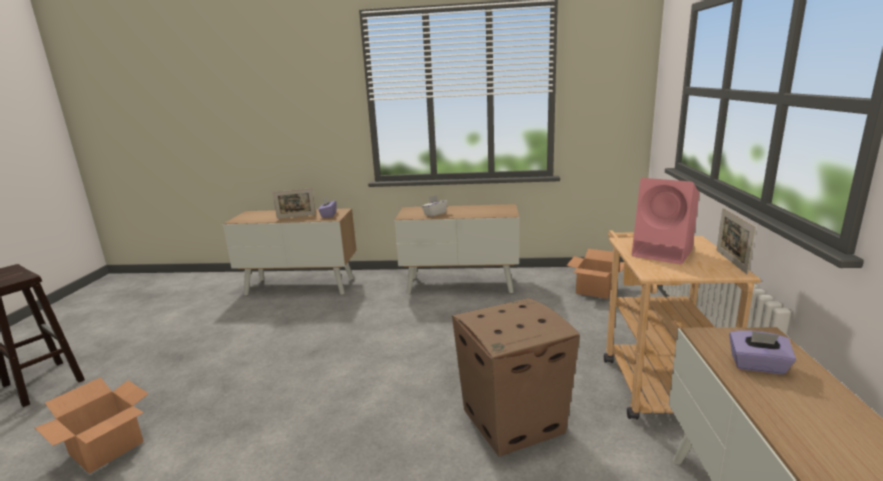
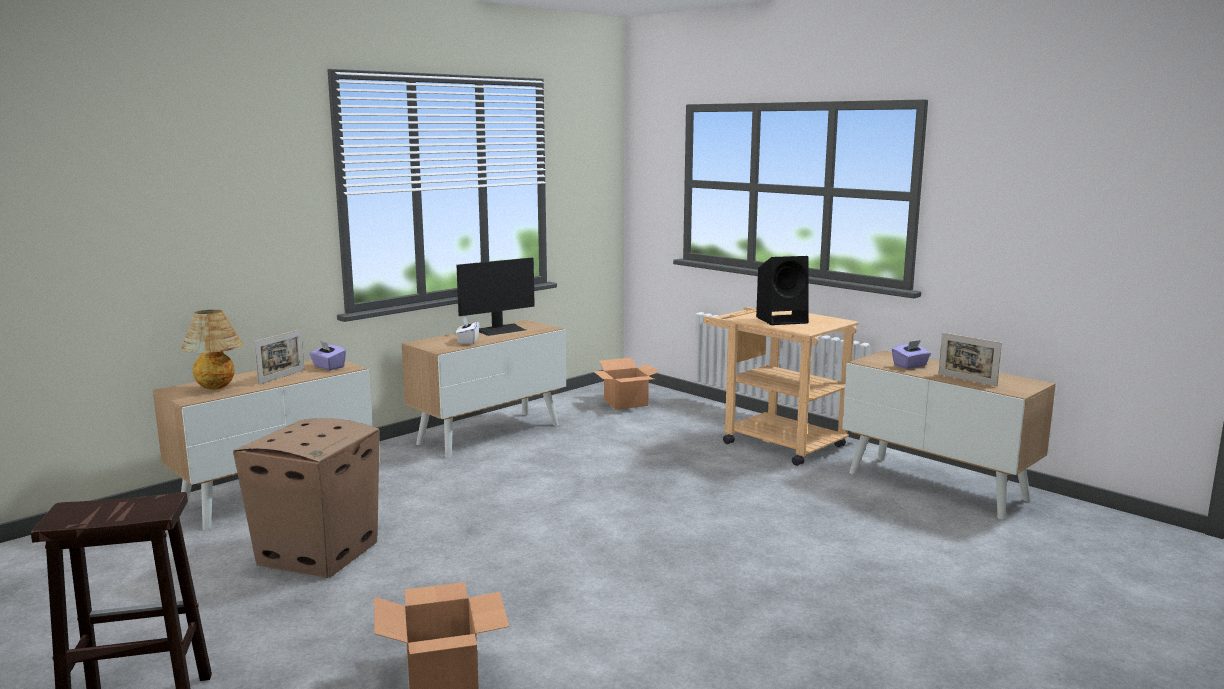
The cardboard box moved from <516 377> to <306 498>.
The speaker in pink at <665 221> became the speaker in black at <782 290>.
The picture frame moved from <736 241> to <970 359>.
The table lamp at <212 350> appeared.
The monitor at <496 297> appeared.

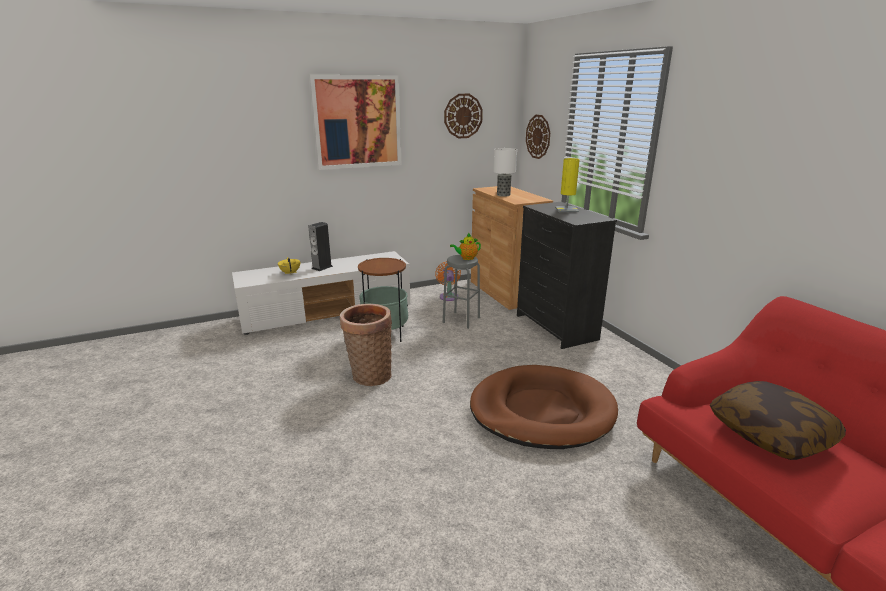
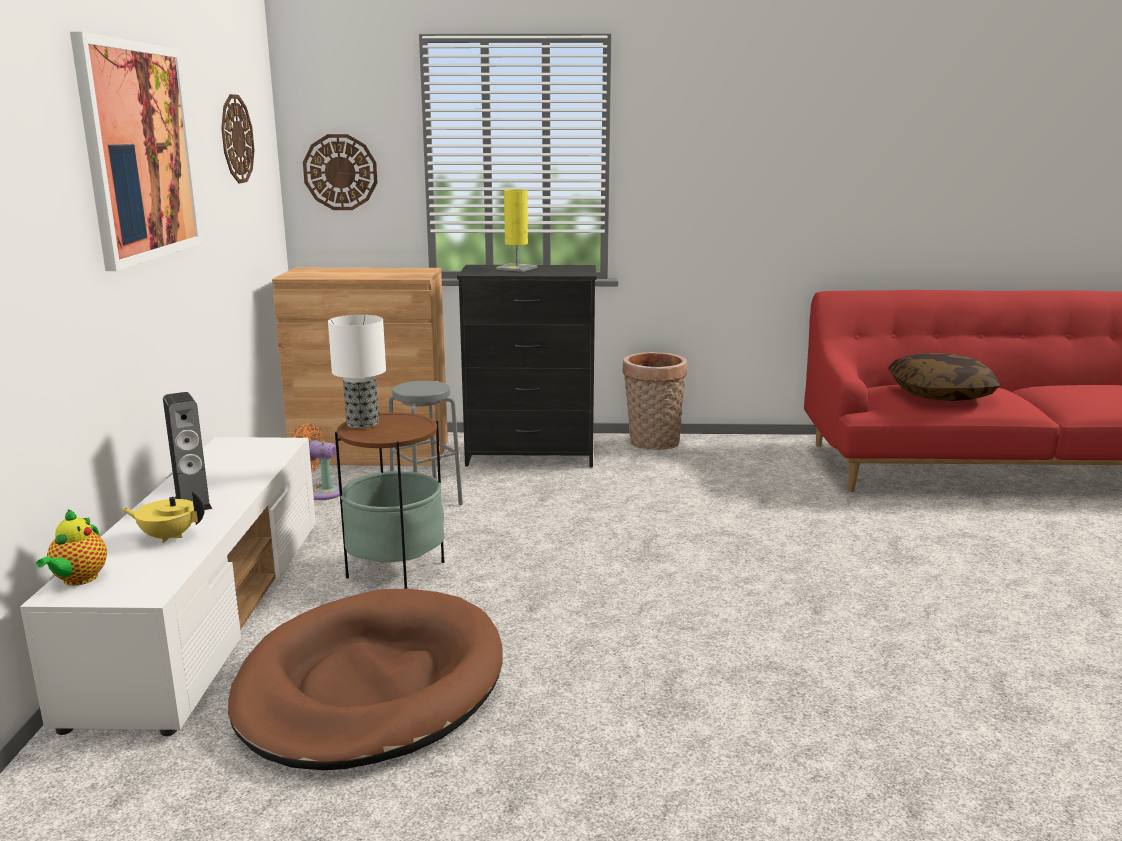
The basket moved from <366 345> to <654 401>.
The teapot moved from <465 246> to <71 547>.
The dog bed in brown moved from <544 407> to <365 679>.
The table lamp moved from <505 172> to <357 371>.

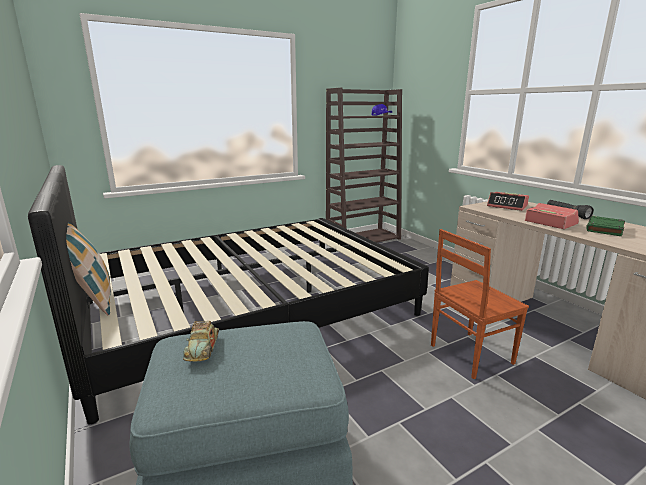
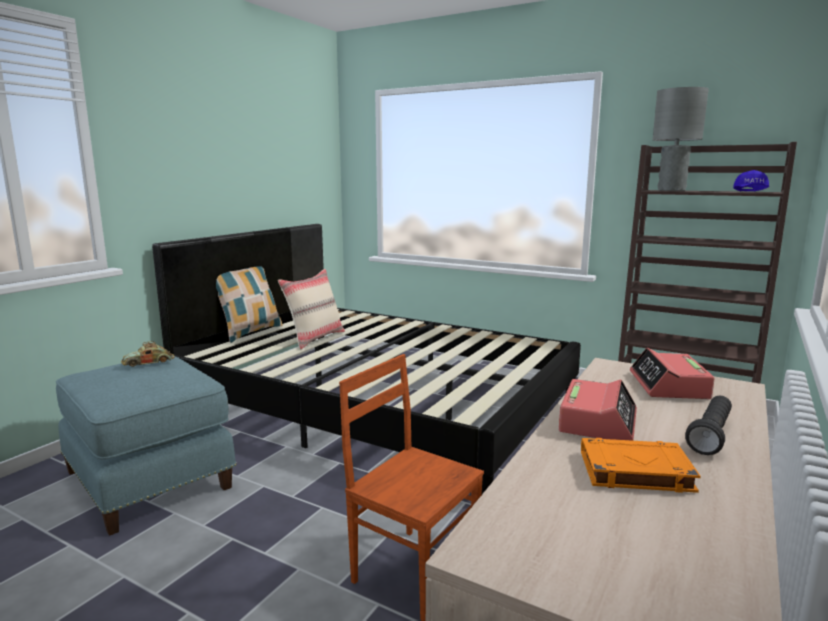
The book in green at <605 226> became the book in orange at <641 465>.
The pillow in beige at <311 309> appeared.
The table lamp in grey at <681 139> appeared.

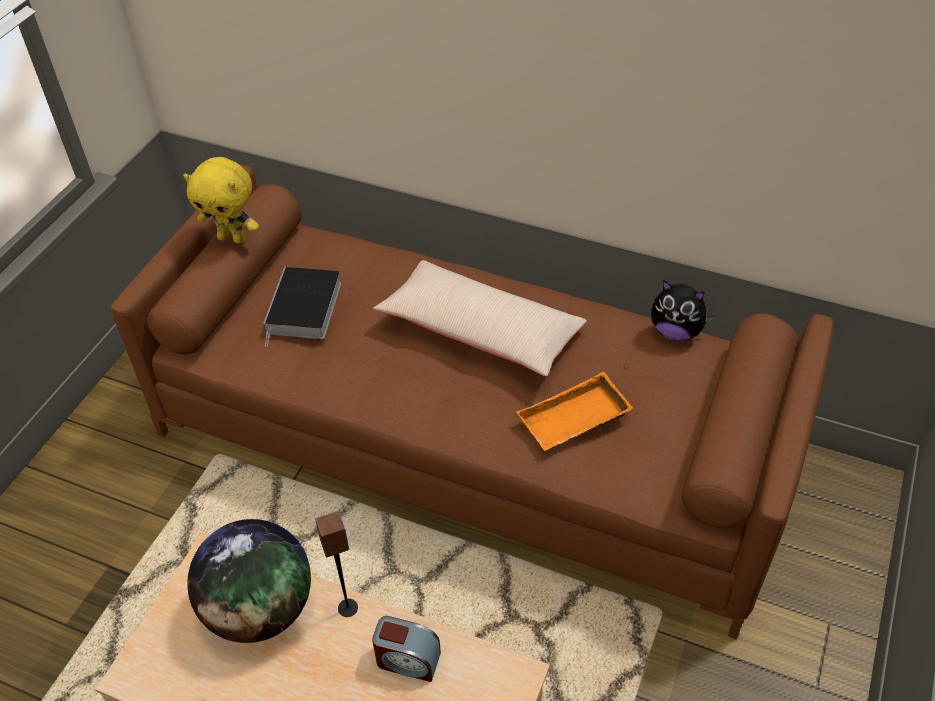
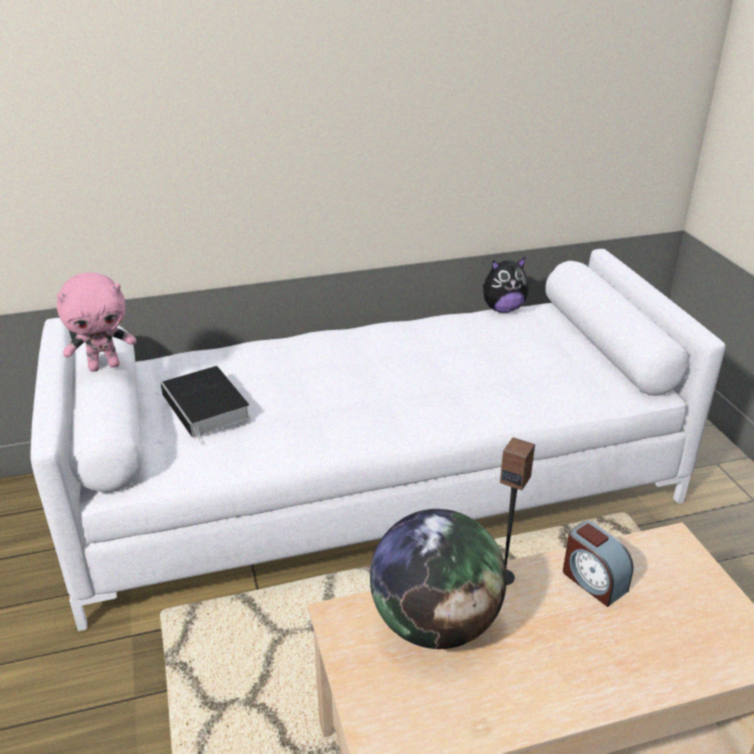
The sofa in brown at <471 401> became the sofa in white at <377 440>.
The plush toy in yellow at <221 200> became the plush toy in pink at <96 322>.
The alarm clock at <406 649> turned 75 degrees clockwise.
The pillow in beige at <480 318> disappeared.
The tray in orange at <574 411> disappeared.

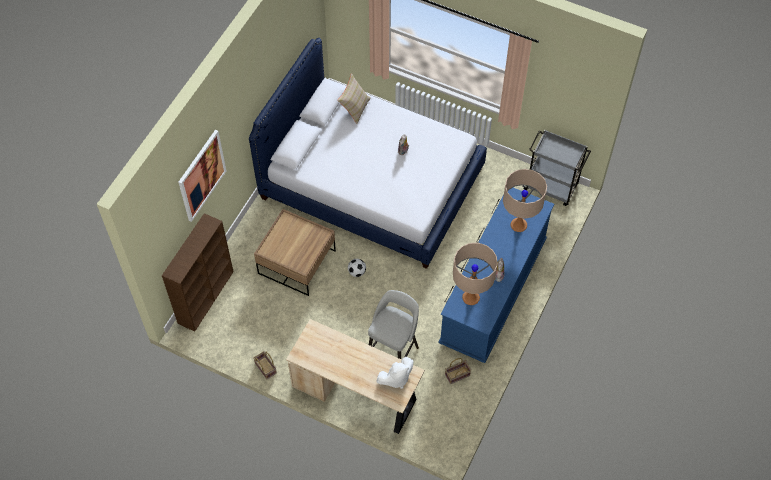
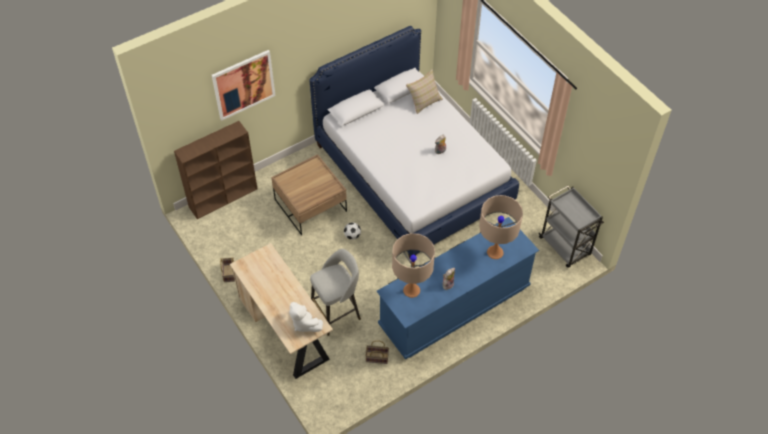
The plush toy in white at <394 373> turned 45 degrees clockwise.

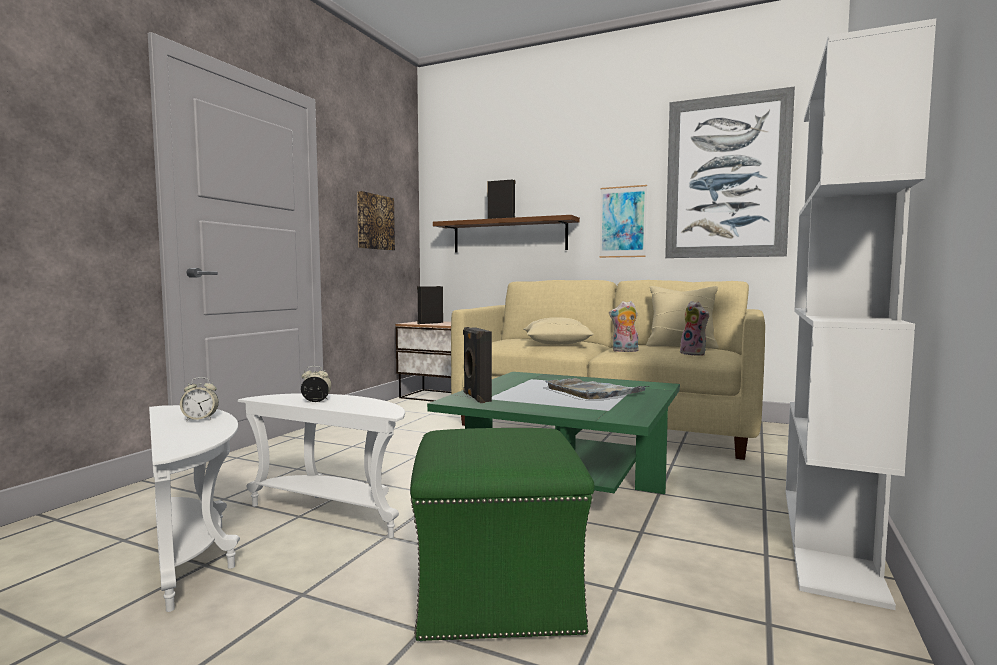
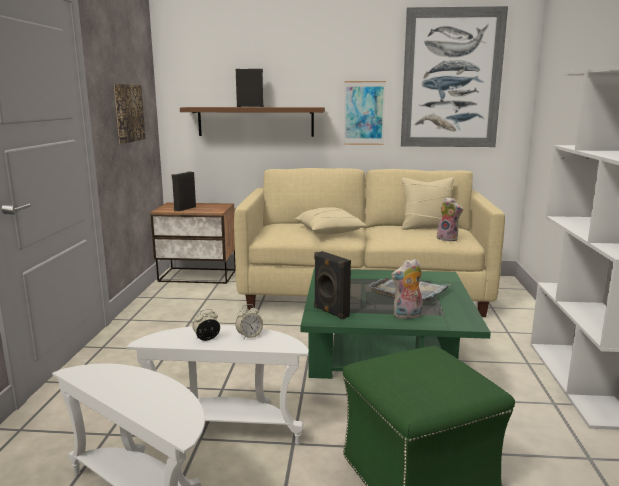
The alarm clock moved from <199 399> to <249 321>.
The plush toy moved from <624 326> to <407 289>.

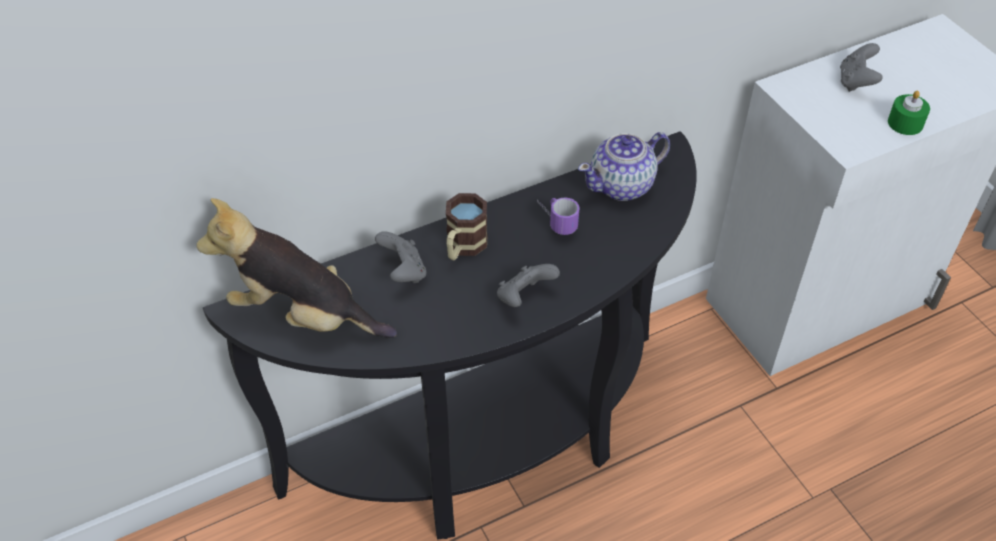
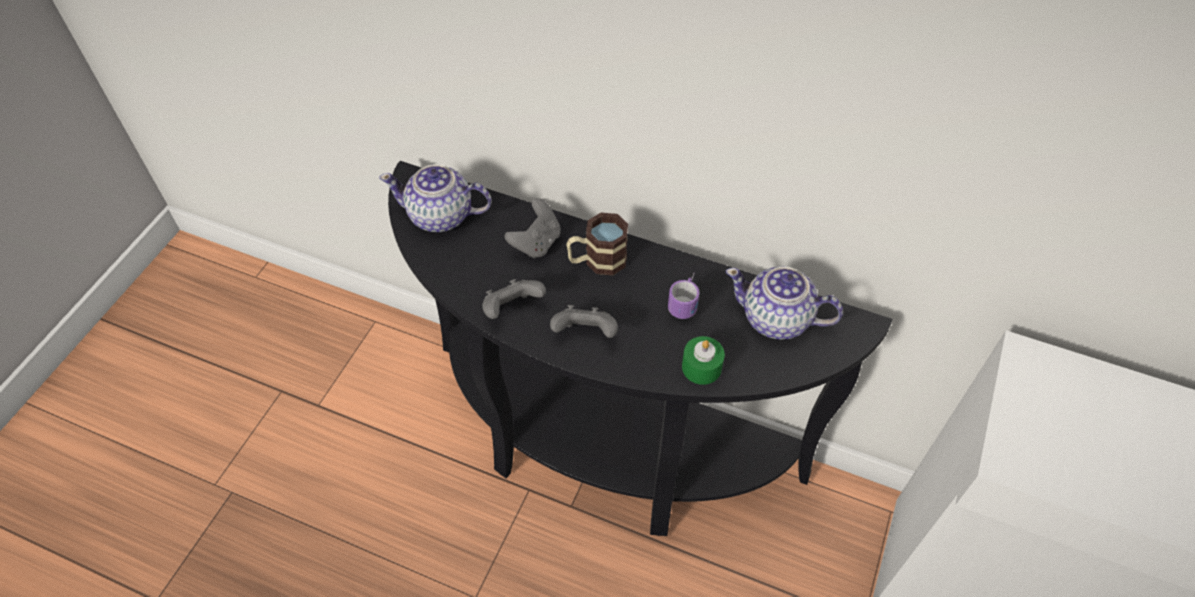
The plush toy at <296 268> was replaced by the teapot at <435 198>.
The game controller in grey moved from <861 67> to <514 299>.
The candle in green moved from <909 113> to <703 360>.

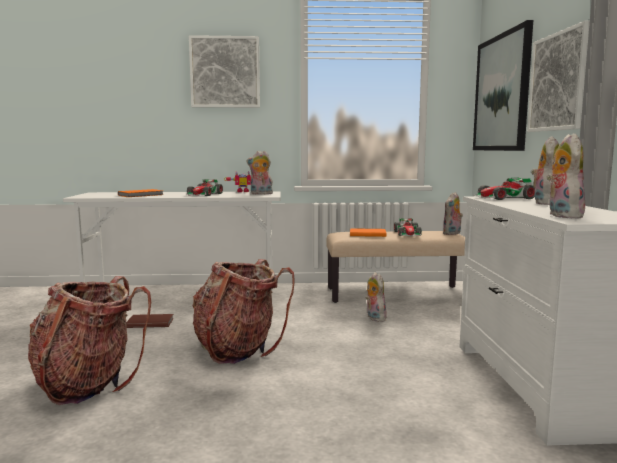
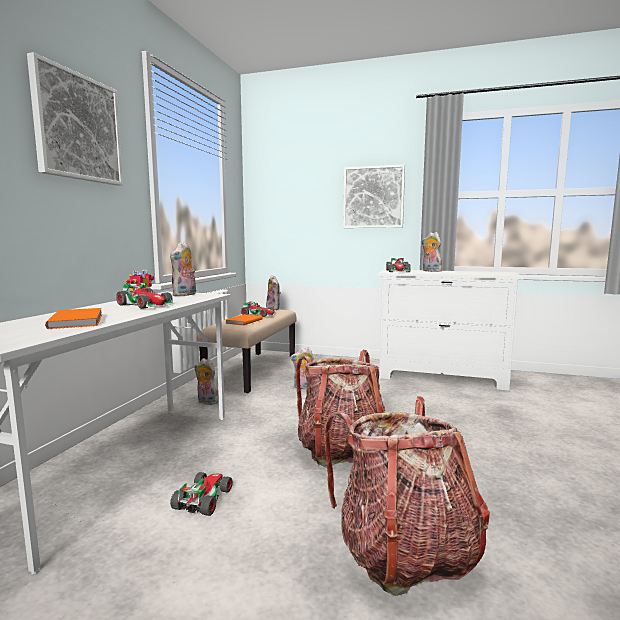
The book in brown at <150 321> was replaced by the toy car at <202 494>.
The picture at <503 85> disappeared.
The plush toy moved from <565 176> to <206 381>.

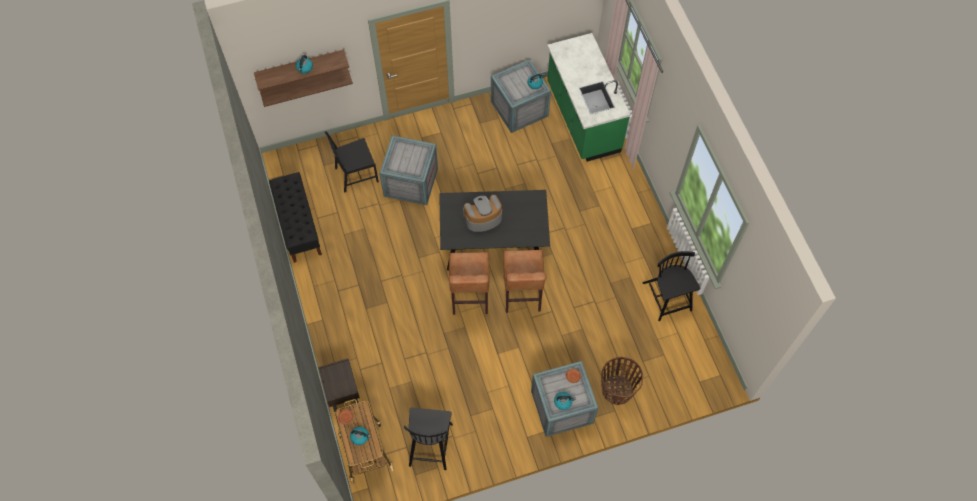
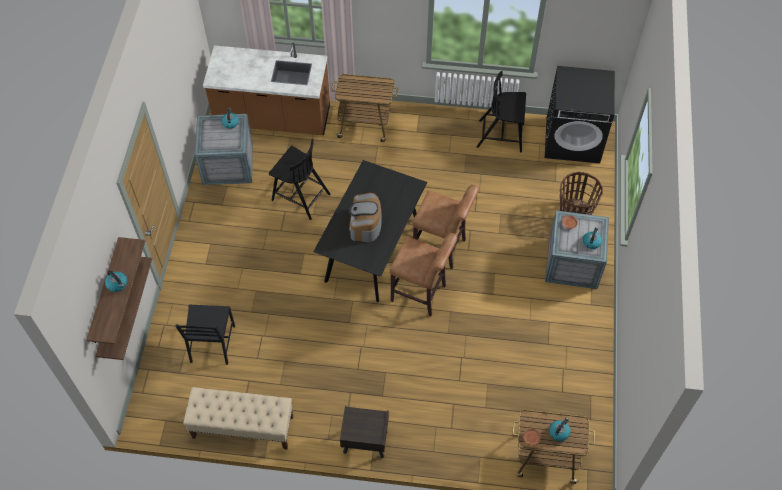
The bench in black at <295 217> became the bench in beige at <238 418>.
The nightstand in brown moved from <339 385> to <364 432>.
The crate at <408 170> disappeared.
The chair in black moved from <428 438> to <300 179>.
The counter in green at <588 97> became the counter in brown at <266 89>.
The cart at <364 108> appeared.
The washing machine in black at <580 114> appeared.

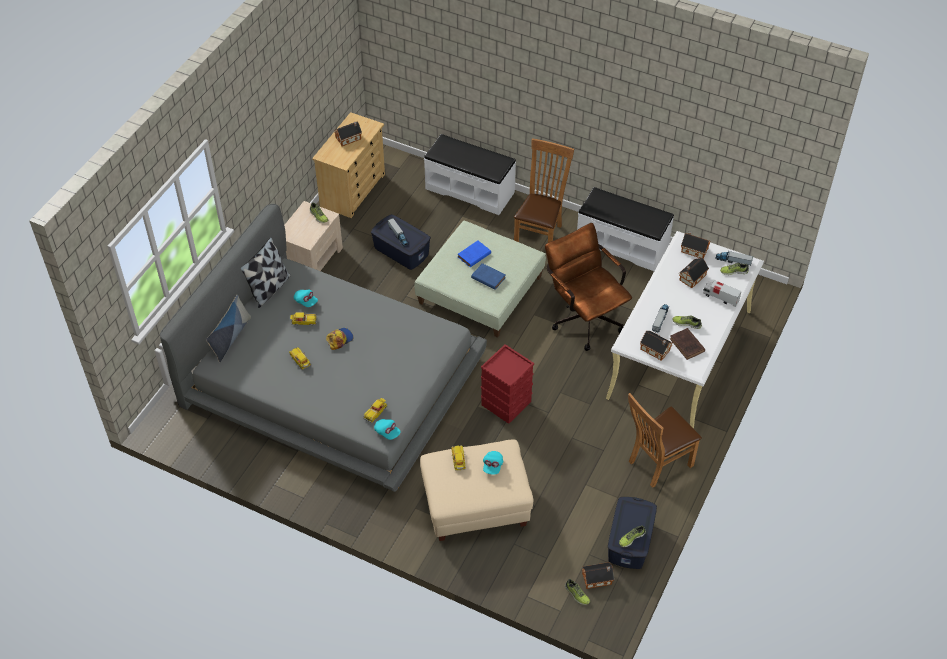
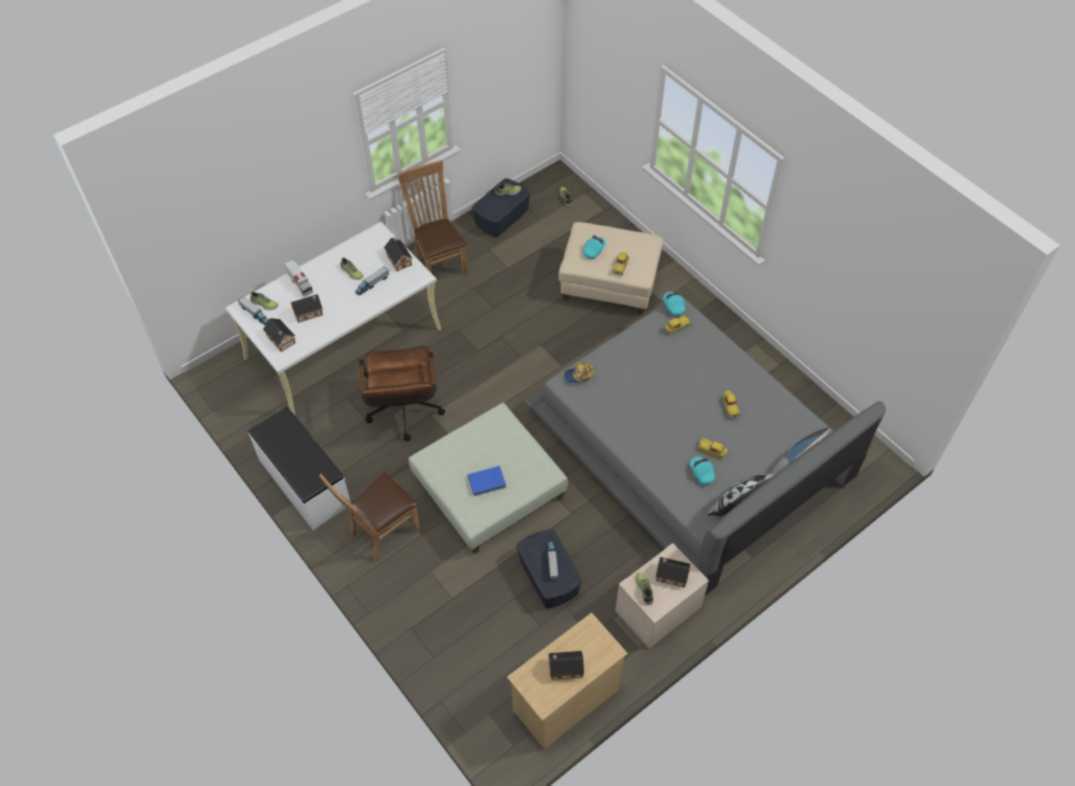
The cap moved from <339 339> to <579 373>.
The bench in white at <470 174> disappeared.
The book in blue at <488 276> disappeared.
The storage box in red at <507 384> disappeared.
The toy house moved from <598 575> to <673 572>.
The chair in brown at <665 440> turned 105 degrees counterclockwise.
The book in brown at <687 344> disappeared.

